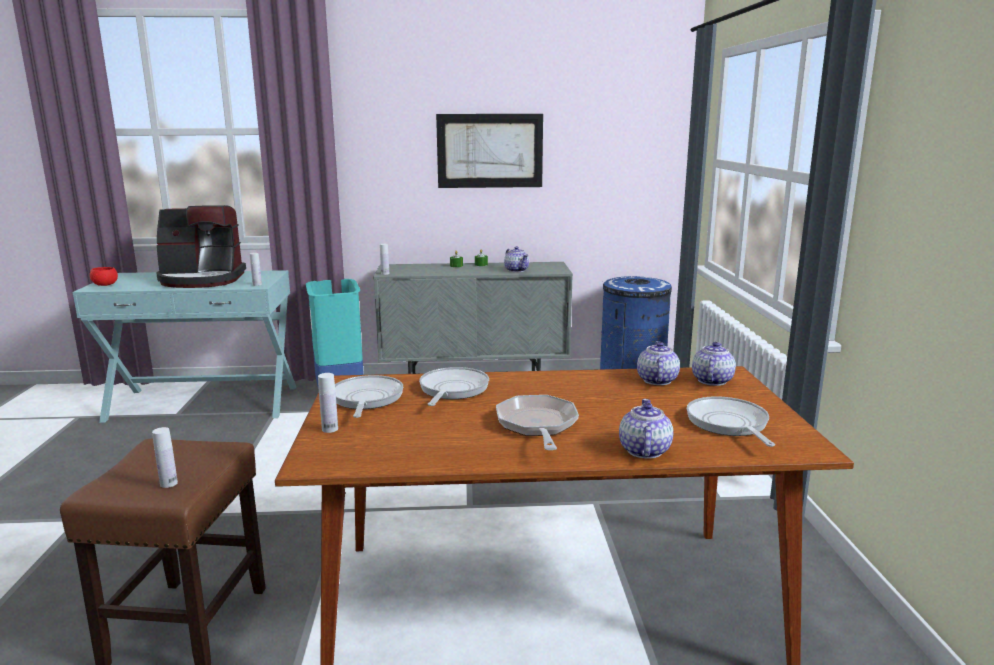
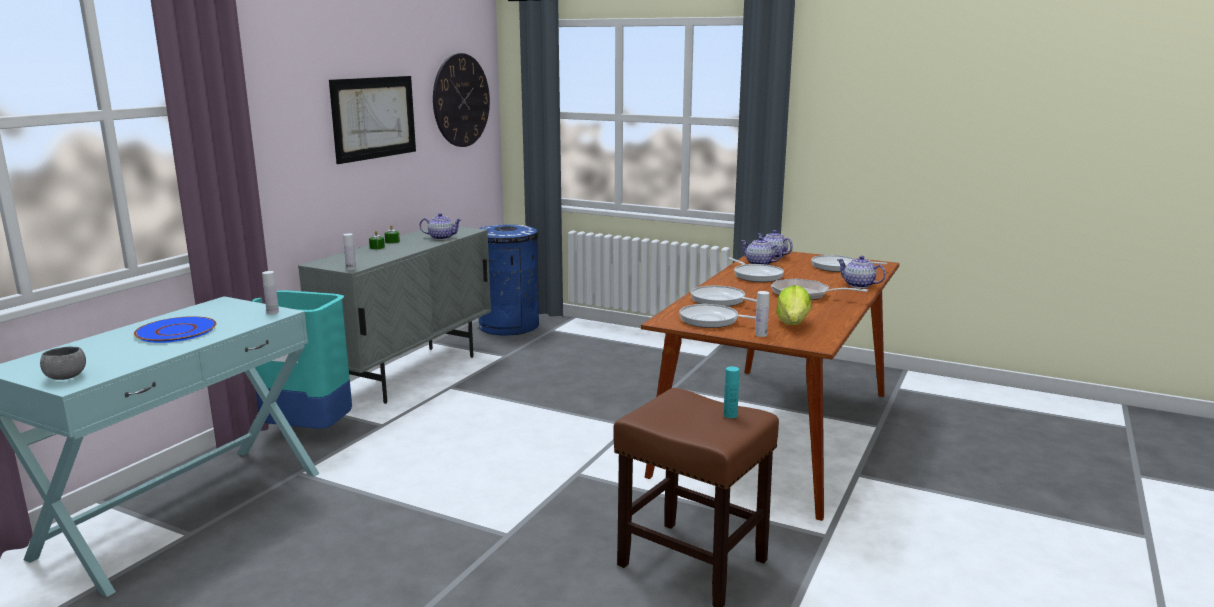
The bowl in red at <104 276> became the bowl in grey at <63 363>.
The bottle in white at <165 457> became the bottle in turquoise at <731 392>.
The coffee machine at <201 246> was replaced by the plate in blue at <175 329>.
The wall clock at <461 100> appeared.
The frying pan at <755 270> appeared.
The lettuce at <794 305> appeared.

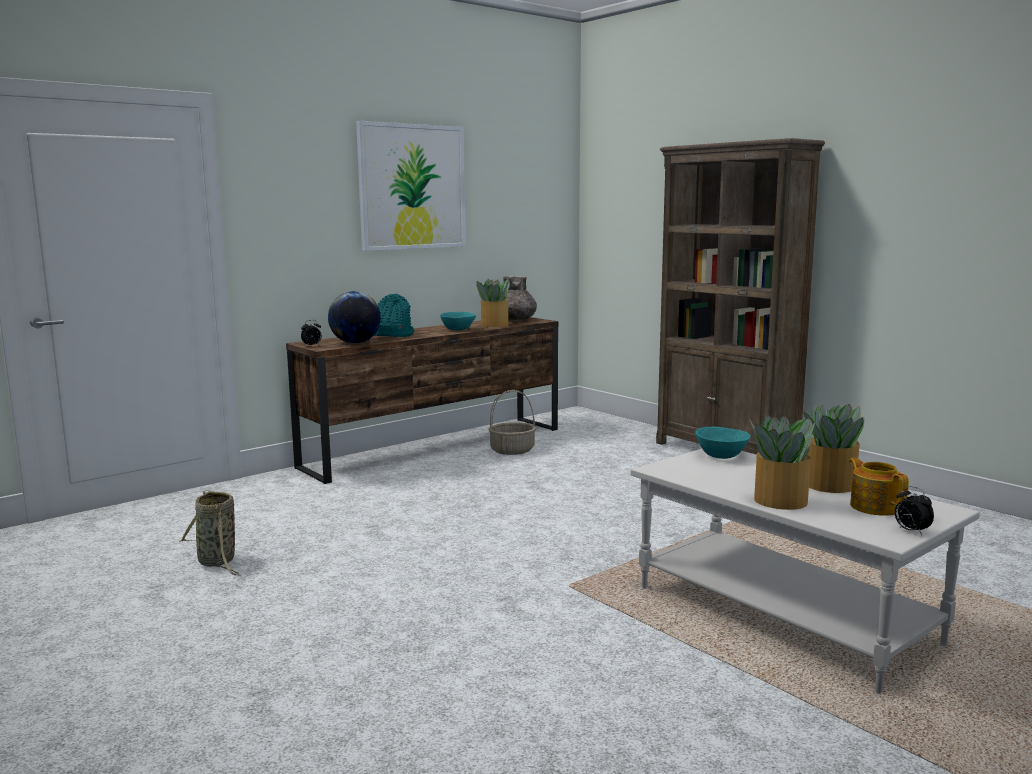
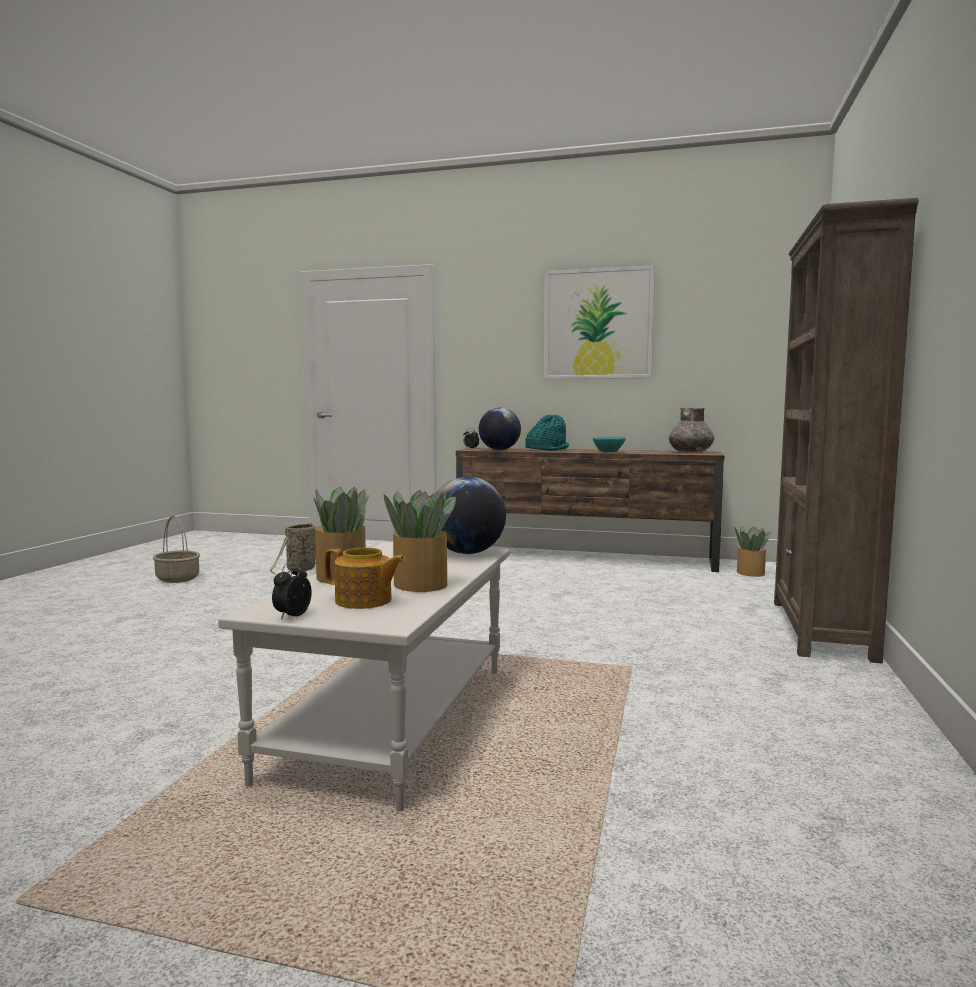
The potted plant moved from <493 303> to <753 551>.
The basket moved from <512 422> to <176 549>.
The bowl in turquoise at <722 443> was replaced by the globe at <471 515>.
The teapot at <879 486> turned 75 degrees clockwise.

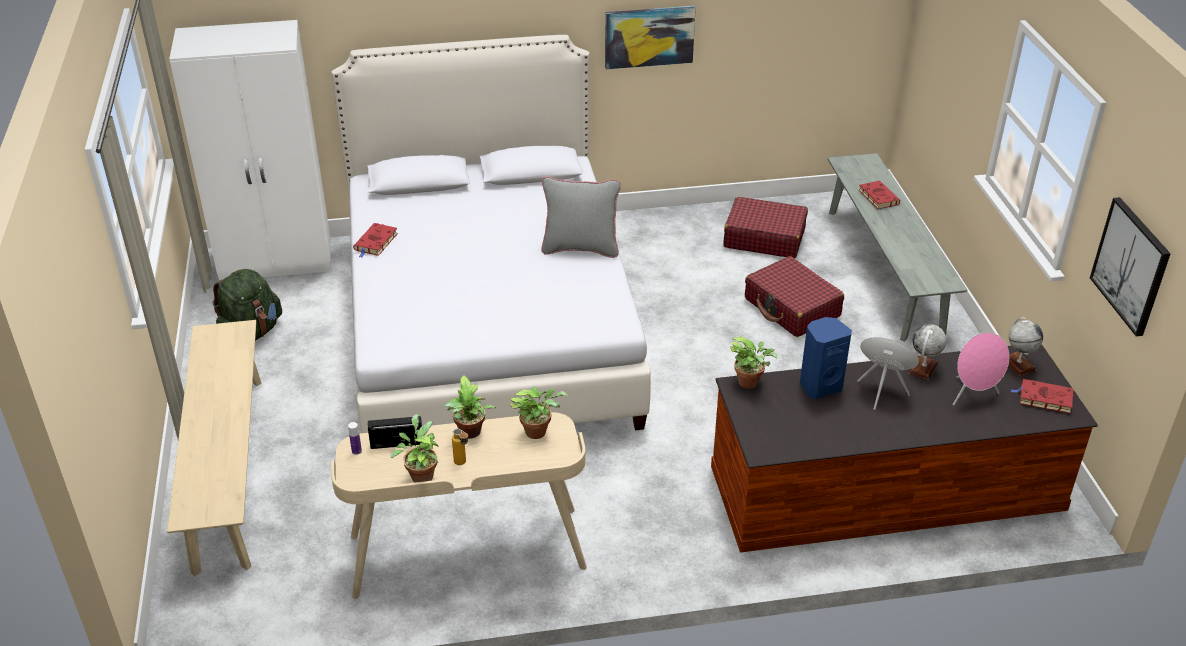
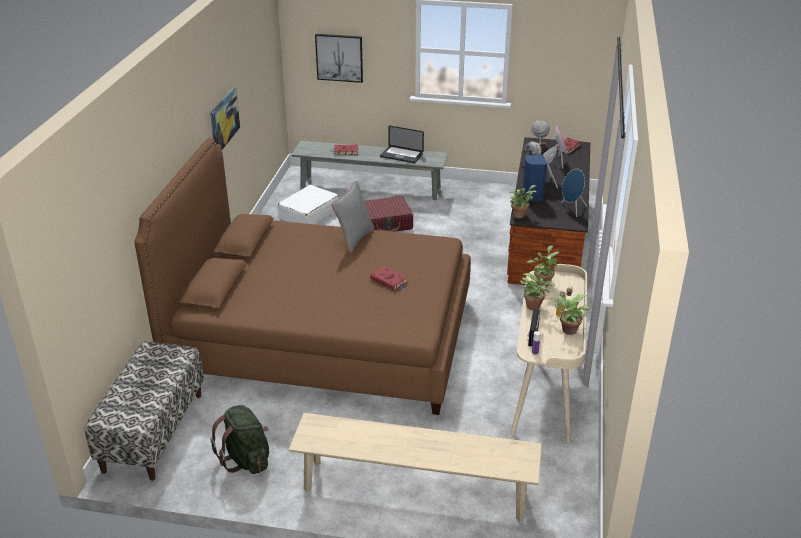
The wardrobe in white at <250 150> was replaced by the bench at <144 411>.
The bed in white at <491 234> became the bed in brown at <303 276>.
The book in red moved from <375 240> to <389 278>.
The suitcase in red at <765 227> became the suitcase in white at <308 204>.
The picture moved from <1130 266> to <339 58>.
The laptop at <402 144> appeared.
The speaker in blue at <574 193> appeared.

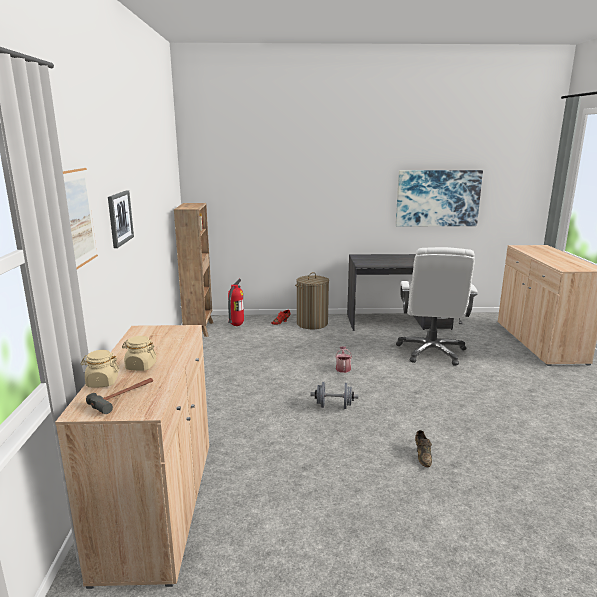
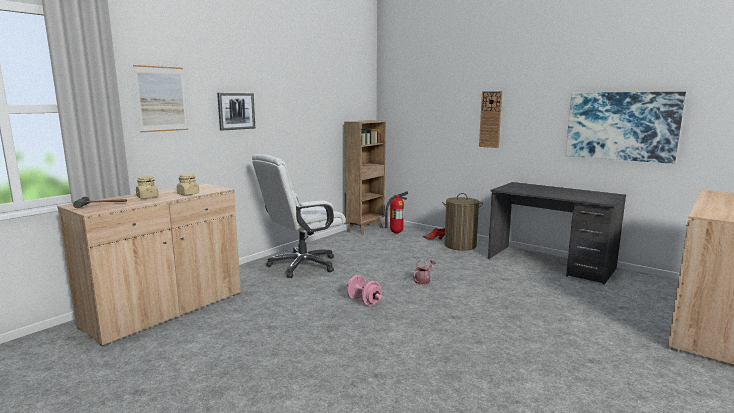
The jar in beige moved from <100 368> to <188 184>.
The dumbbell in grey at <334 395> became the dumbbell in pink at <364 290>.
The office chair in white moved from <437 306> to <299 216>.
The shoe in brown at <423 448> disappeared.
The wall clock at <490 119> appeared.

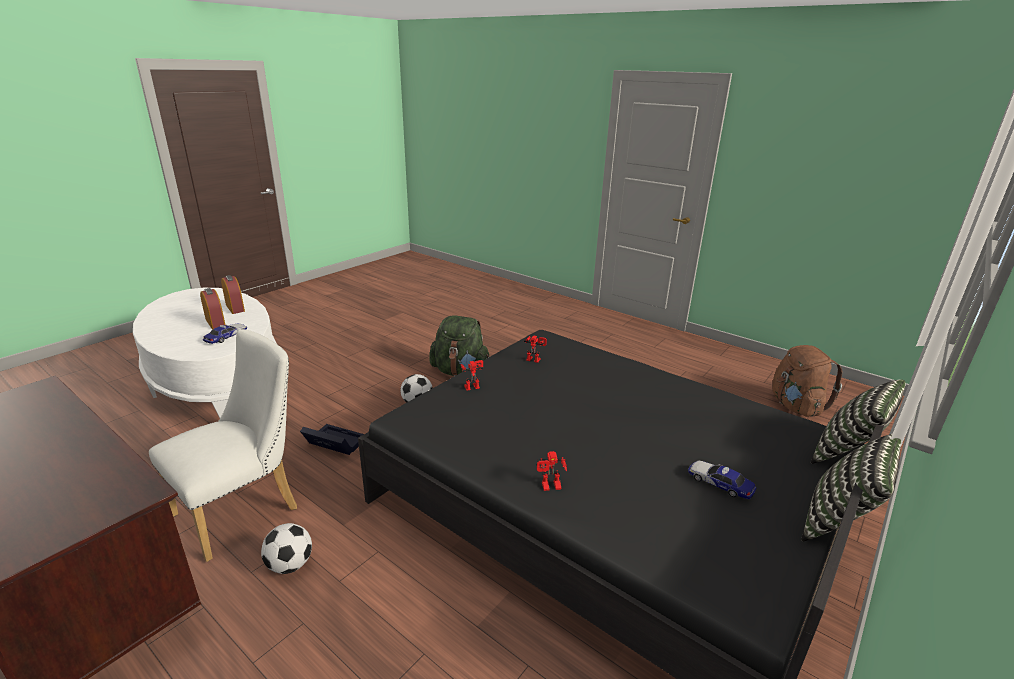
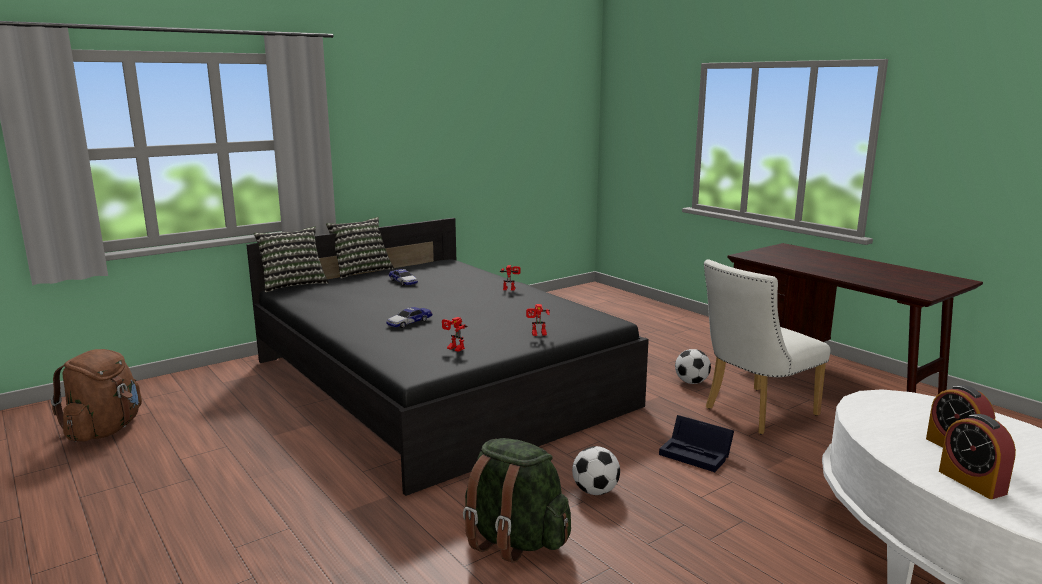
The toy car moved from <225 334> to <409 317>.

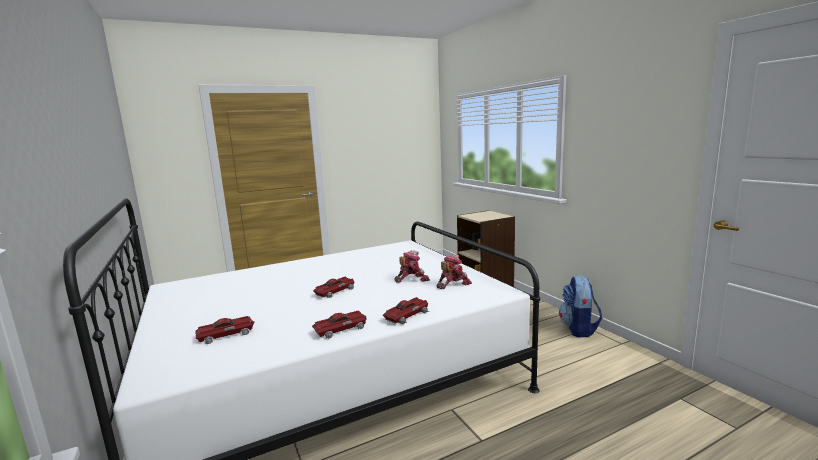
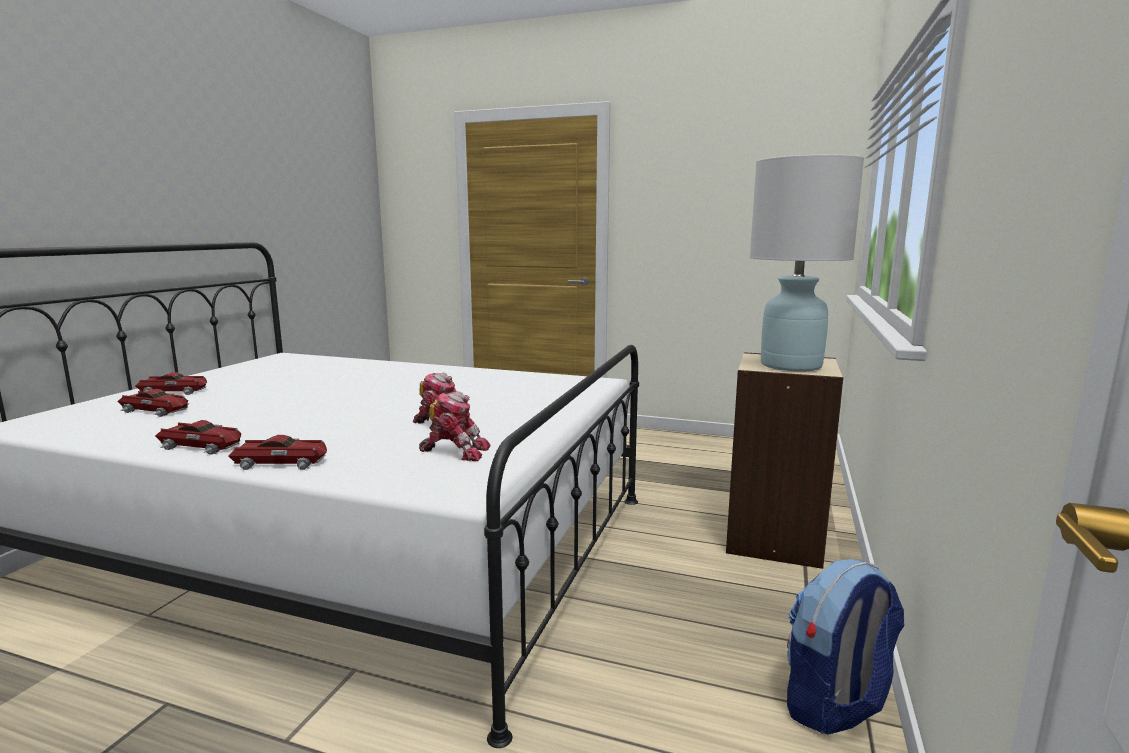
The toy car moved from <333 287> to <171 383>.
The table lamp in white at <807 263> appeared.

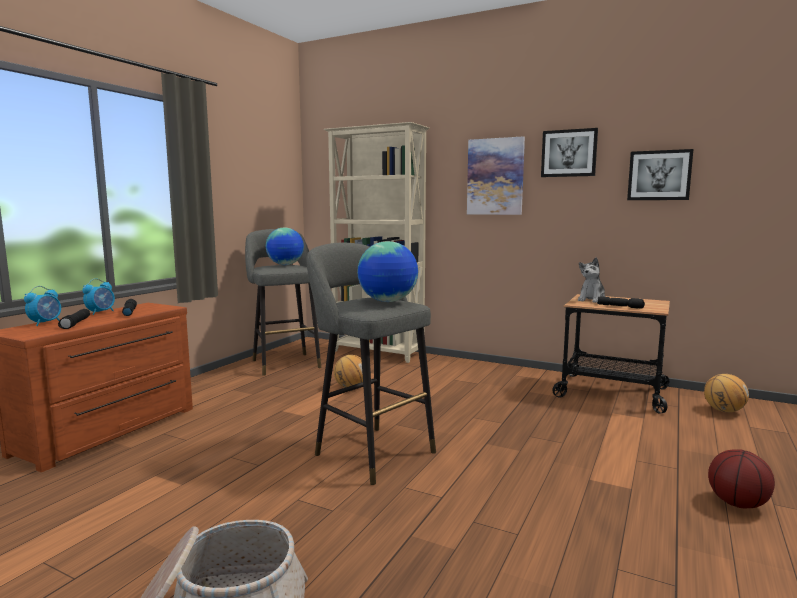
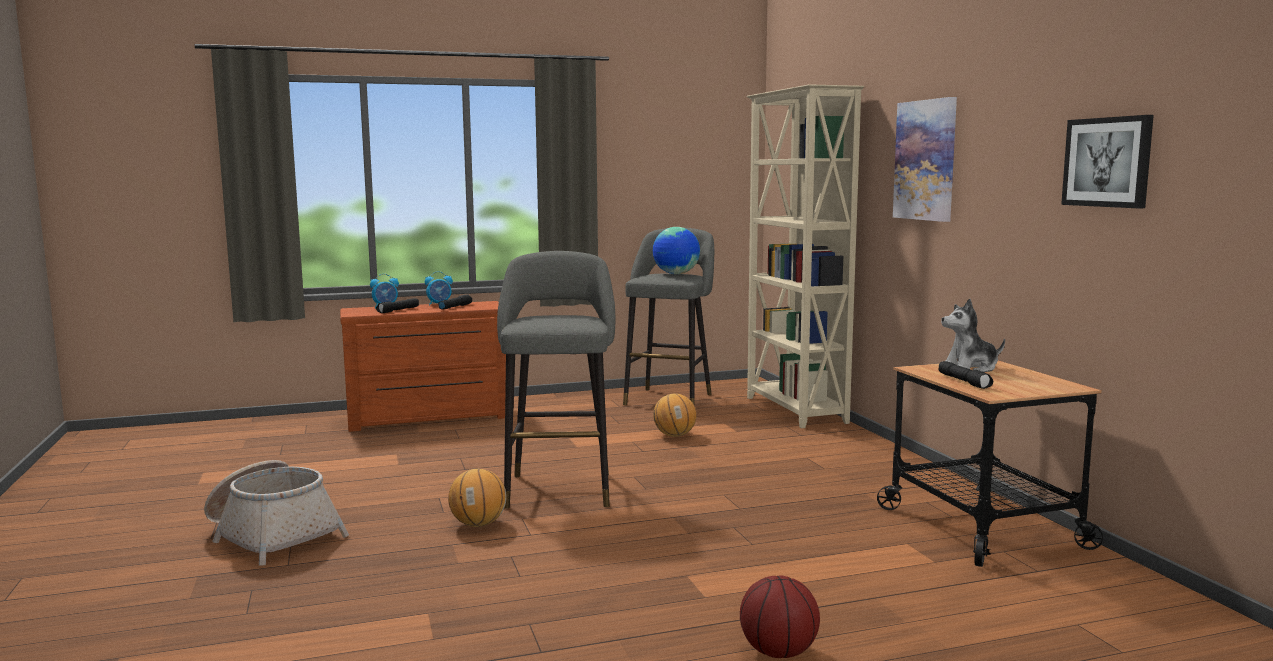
The globe at <387 271> disappeared.
The picture at <569 152> disappeared.
The basketball moved from <726 393> to <477 498>.

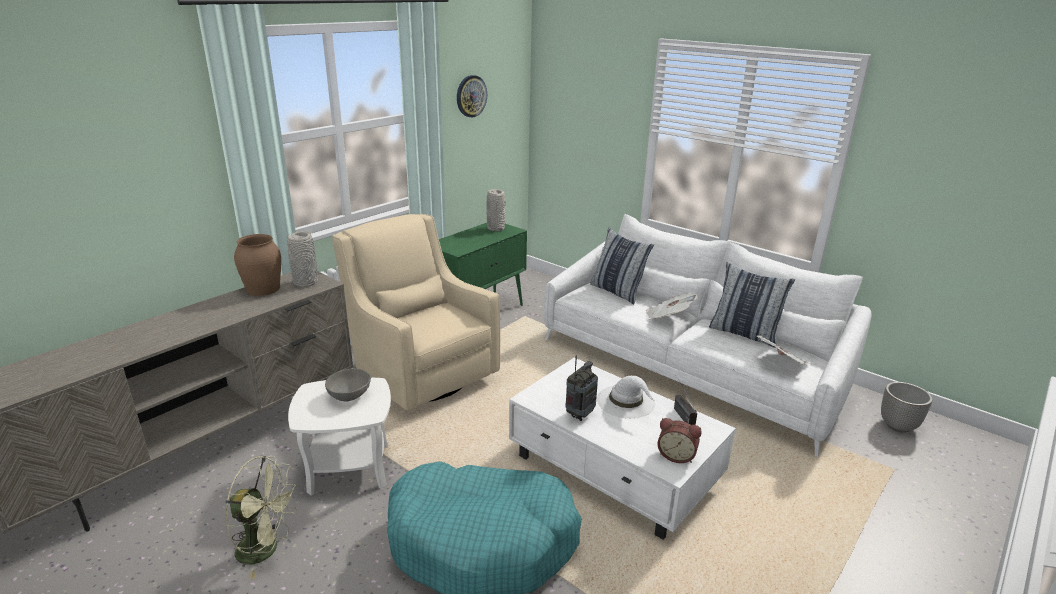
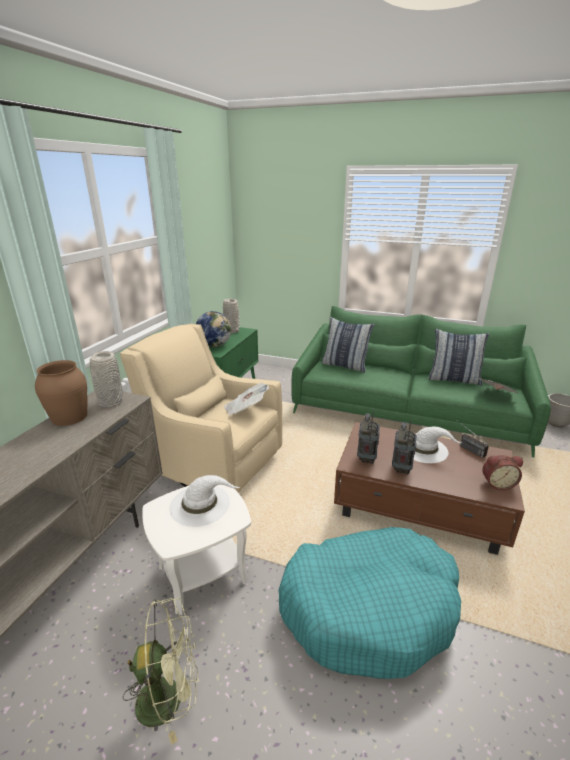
The bowl in grey at <348 385> was replaced by the hat in white at <204 501>.
The wall clock at <472 96> disappeared.
The coffee table in white at <622 449> became the coffee table in brown at <429 488>.
The sofa in white at <708 335> became the sofa in green at <421 381>.
The newspaper moved from <671 306> to <246 399>.
The globe at <213 329> appeared.
The radio at <368 437> appeared.

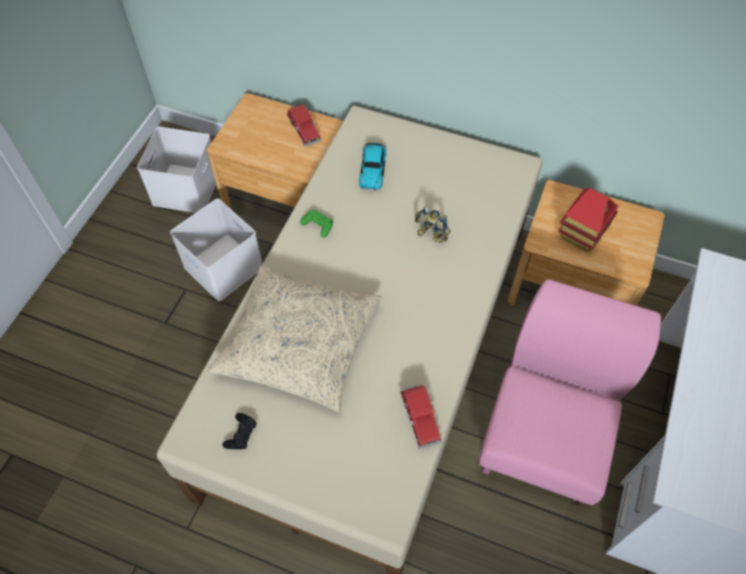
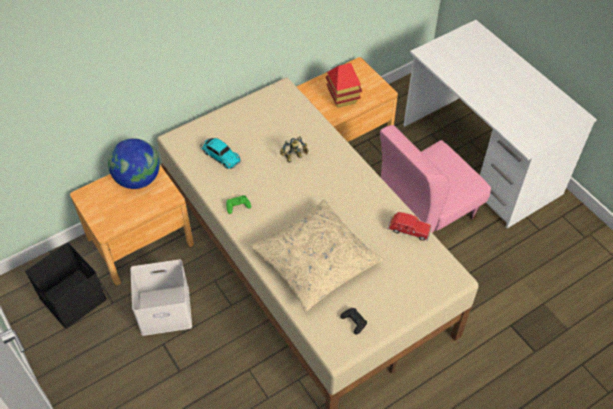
The storage box in white at <176 170> became the storage box in black at <66 286>.
The toy car in red at <304 125> was replaced by the globe at <134 163>.
The chair in pink at <570 392> turned 90 degrees counterclockwise.

